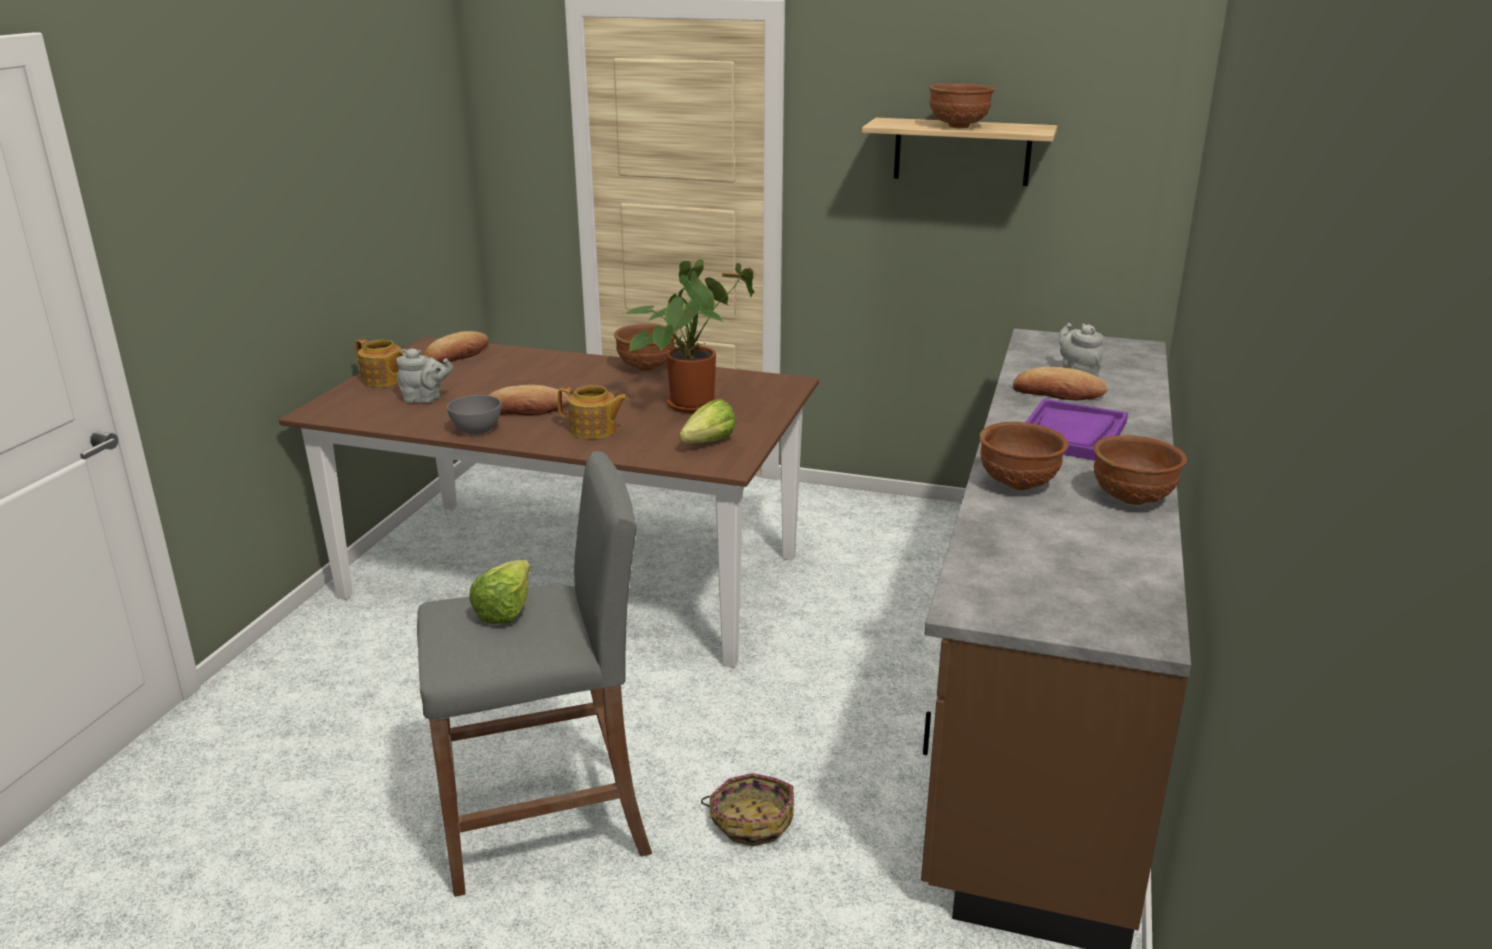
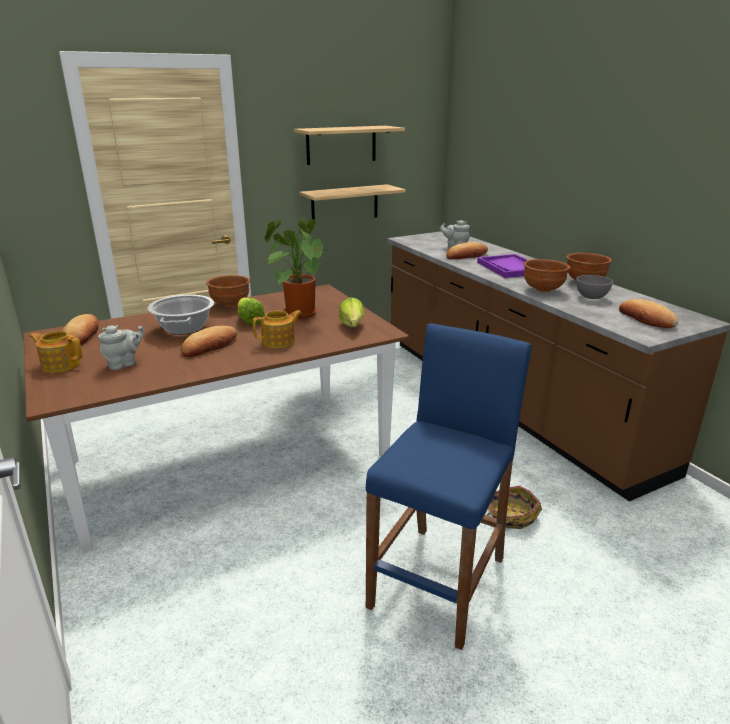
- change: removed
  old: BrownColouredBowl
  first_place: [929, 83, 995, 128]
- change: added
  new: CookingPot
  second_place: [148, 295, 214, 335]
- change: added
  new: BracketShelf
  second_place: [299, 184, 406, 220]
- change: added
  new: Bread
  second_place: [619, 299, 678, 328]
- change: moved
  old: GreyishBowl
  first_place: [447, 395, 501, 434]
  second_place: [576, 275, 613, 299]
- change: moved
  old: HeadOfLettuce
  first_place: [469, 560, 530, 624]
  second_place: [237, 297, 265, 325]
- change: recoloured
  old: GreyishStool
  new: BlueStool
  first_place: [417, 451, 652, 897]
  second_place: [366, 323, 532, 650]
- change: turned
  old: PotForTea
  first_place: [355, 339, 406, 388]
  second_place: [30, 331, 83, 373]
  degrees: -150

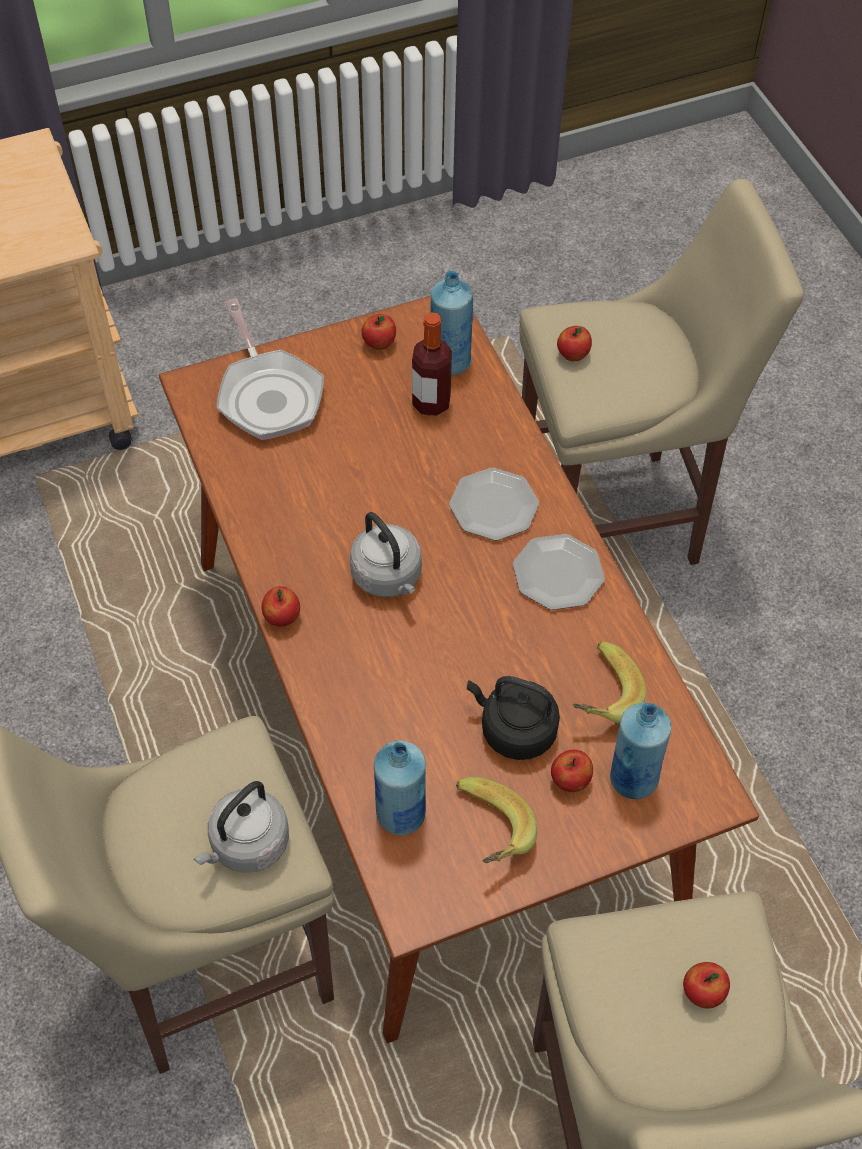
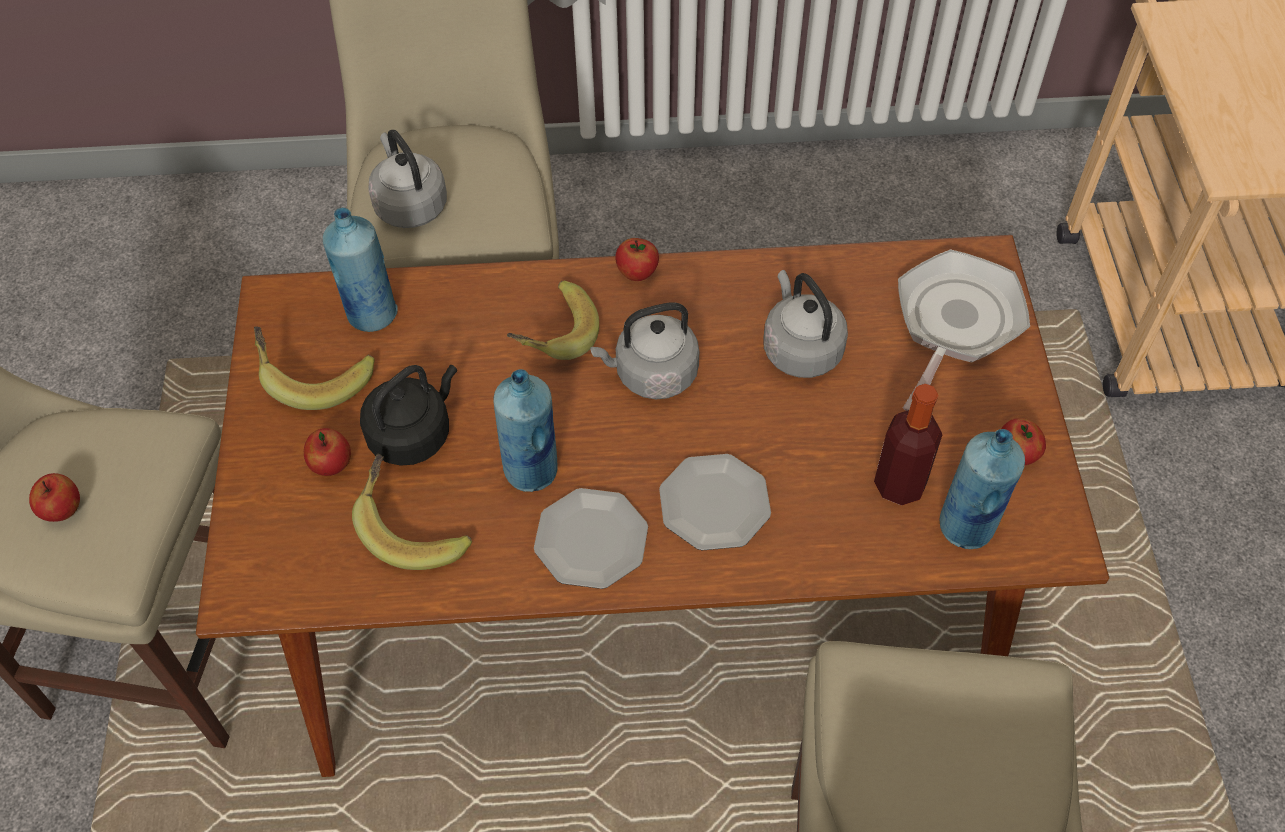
- change: removed
  old: AppleFruit
  first_place: [557, 326, 592, 361]
- change: added
  new: Banana
  second_place: [507, 281, 599, 360]
- change: added
  new: GreyishKettle
  second_place: [763, 270, 848, 378]
- change: moved
  old: BlueBeverageBottle
  first_place: [610, 702, 672, 799]
  second_place: [493, 369, 557, 492]
- change: turned
  old: Pan
  first_place: [216, 299, 324, 440]
  second_place: [898, 249, 1030, 411]
  degrees: 120

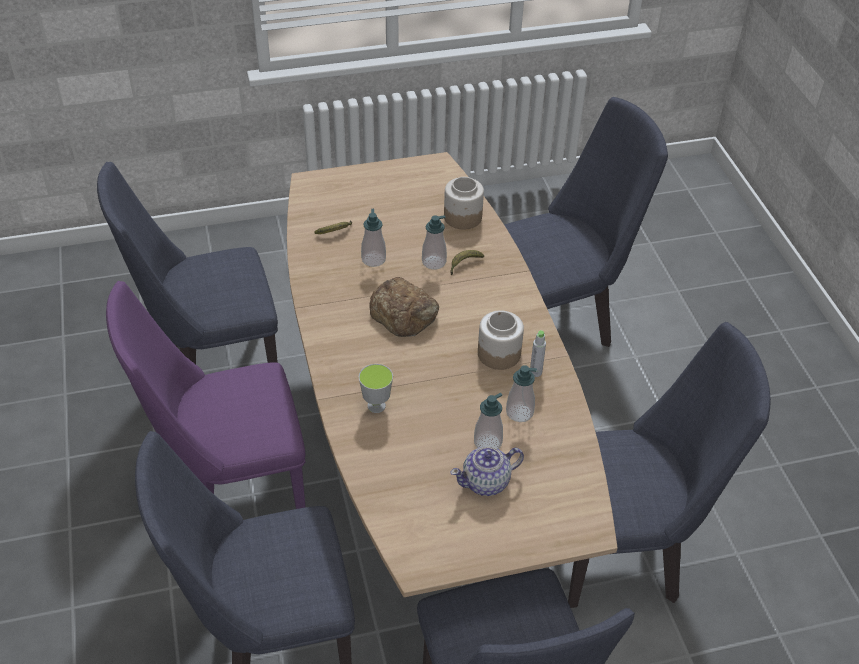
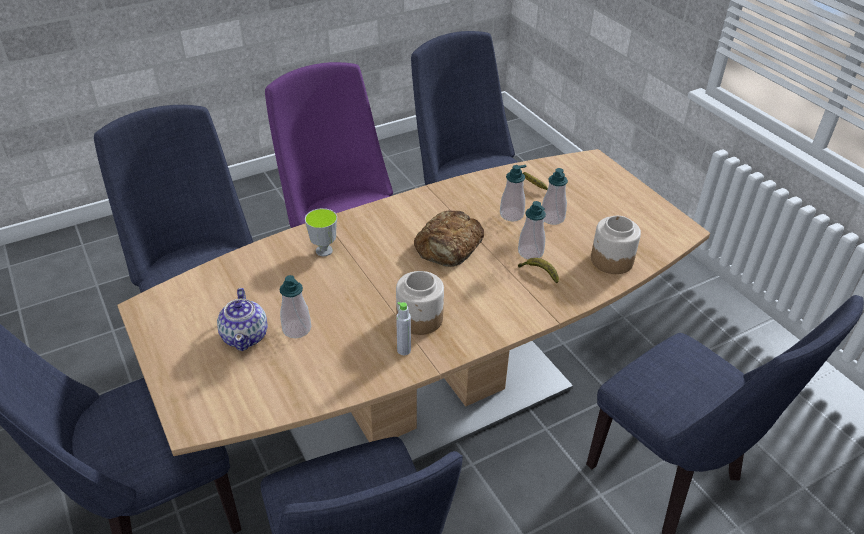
- change: moved
  old: LiquidSoapBottle
  first_place: [506, 365, 537, 422]
  second_place: [542, 168, 568, 225]
- change: turned
  old: PotForTea
  first_place: [450, 446, 524, 496]
  second_place: [217, 288, 268, 351]
  degrees: -150

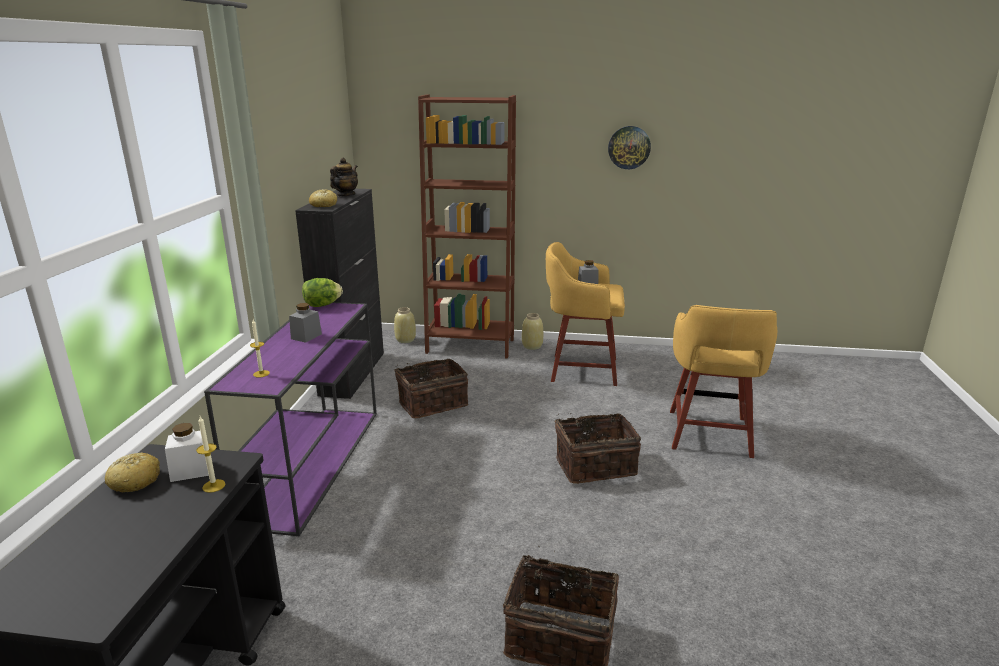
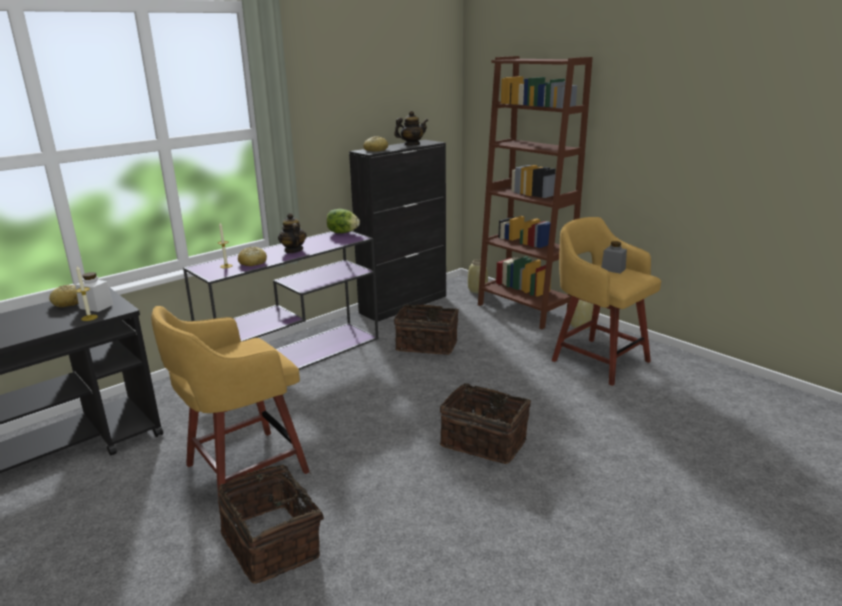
- change: removed
  old: ClockOnTheWall
  first_place: [608, 126, 651, 169]
- change: added
  new: Bread
  second_place: [238, 247, 267, 266]
- change: moved
  old: YellowishStool
  first_place: [670, 305, 777, 458]
  second_place: [151, 306, 310, 496]
- change: replaced
  old: GreyishPreserveJar
  new: PotForTea
  first_place: [289, 303, 322, 343]
  second_place: [278, 213, 307, 253]

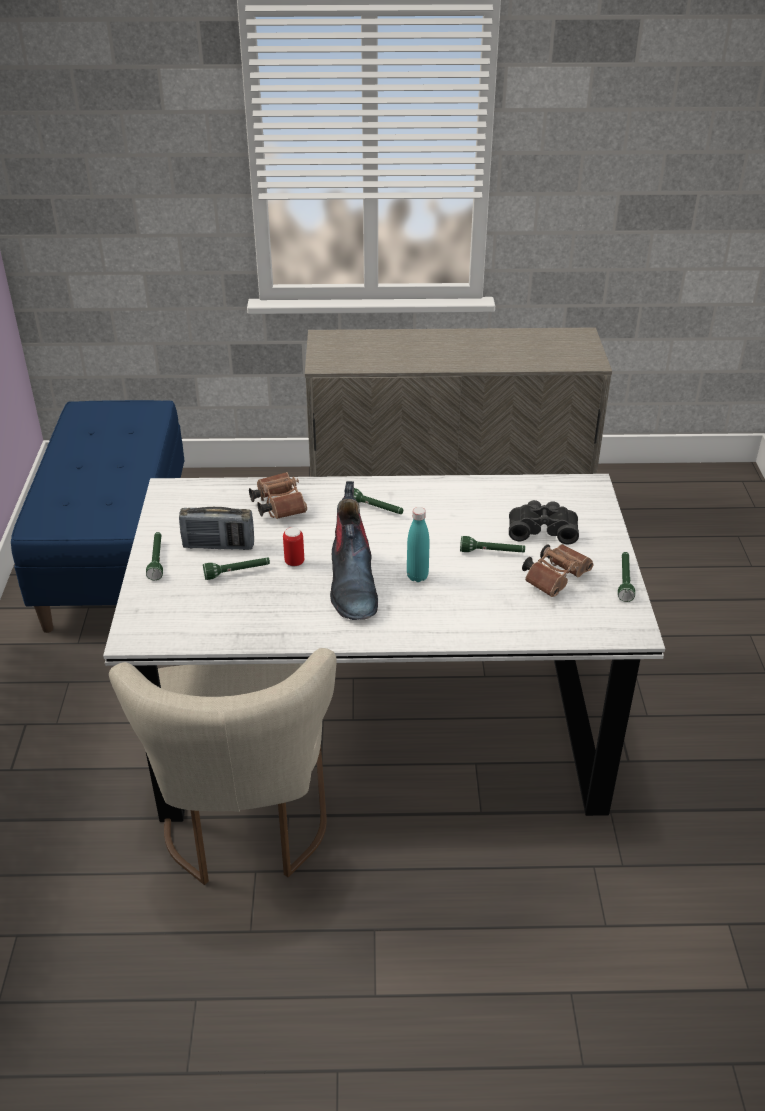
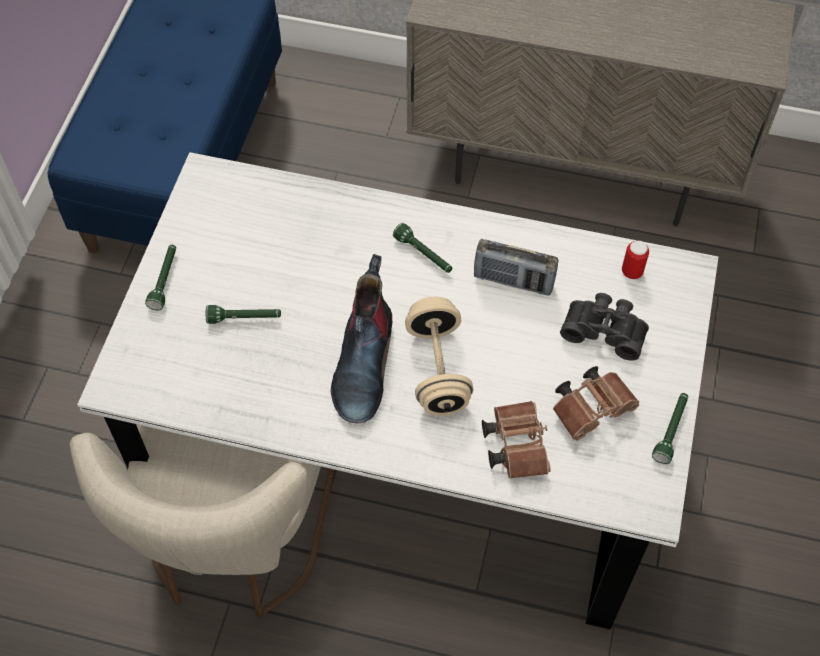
- change: removed
  old: GreenColouredTorch
  first_place: [460, 536, 525, 553]
- change: moved
  old: RadioSet
  first_place: [179, 507, 254, 550]
  second_place: [474, 239, 559, 295]
- change: moved
  old: BrownColouredPairOfBinoculars
  first_place: [249, 472, 307, 519]
  second_place: [482, 401, 551, 479]
- change: moved
  old: MetalCan
  first_place: [283, 527, 304, 566]
  second_place: [622, 240, 649, 279]
- change: replaced
  old: TurquoiseBeverageBottle
  new: SandColouredFreeWeight
  first_place: [407, 507, 429, 582]
  second_place: [405, 297, 473, 416]

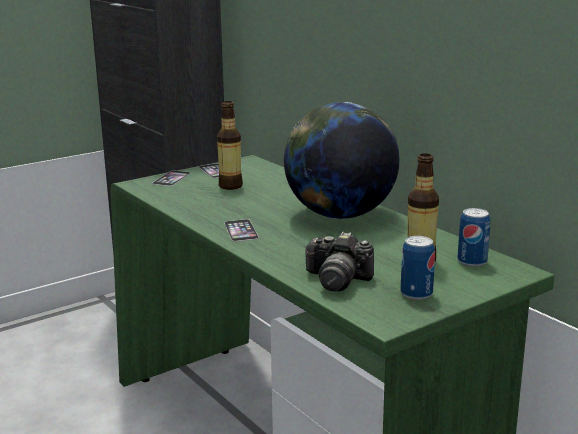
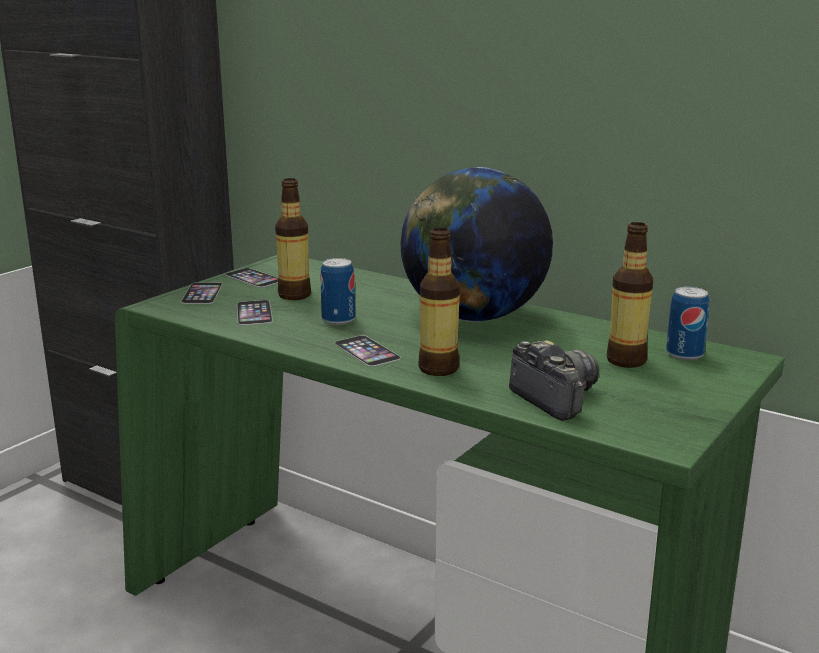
- change: added
  new: Phone
  second_place: [237, 300, 273, 325]
- change: added
  new: BeverageBottle
  second_place: [418, 228, 460, 376]
- change: moved
  old: MetalCan
  first_place: [401, 236, 435, 300]
  second_place: [320, 258, 355, 325]
- change: turned
  old: StillCamera
  first_place: [304, 232, 374, 291]
  second_place: [509, 340, 599, 421]
  degrees: -120

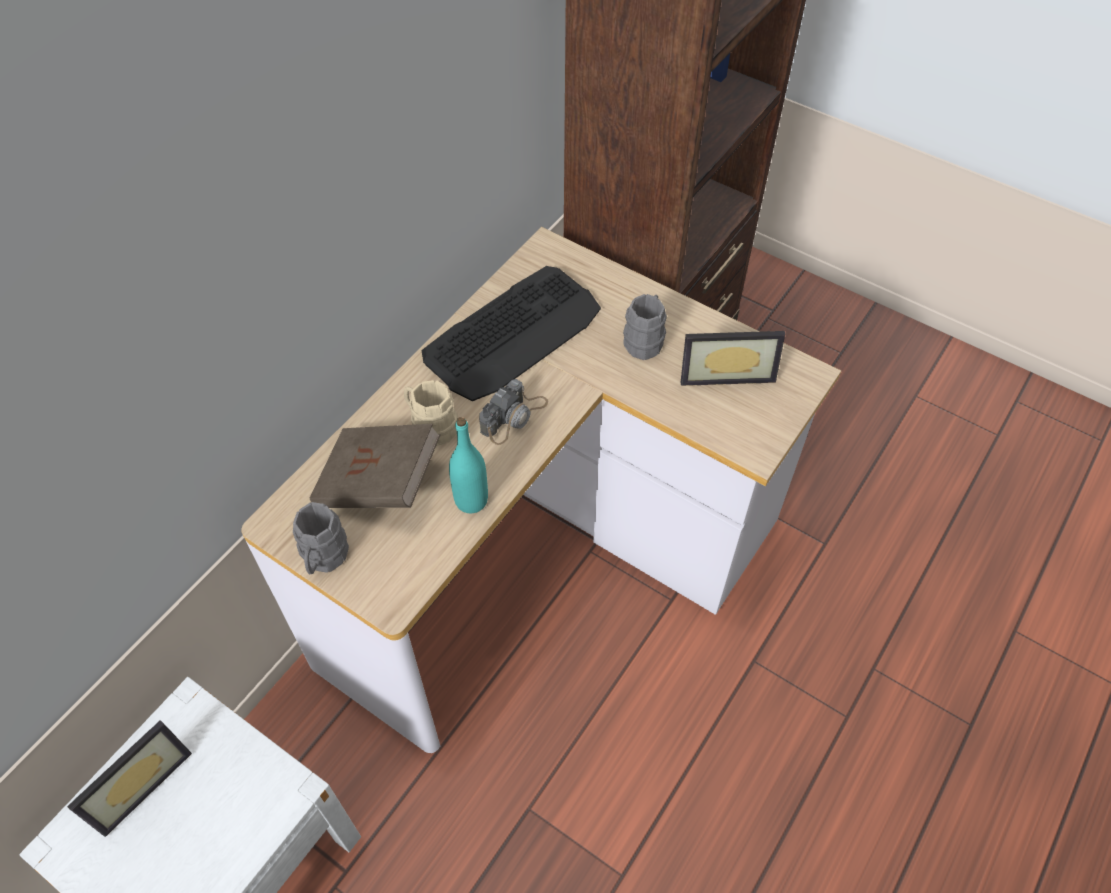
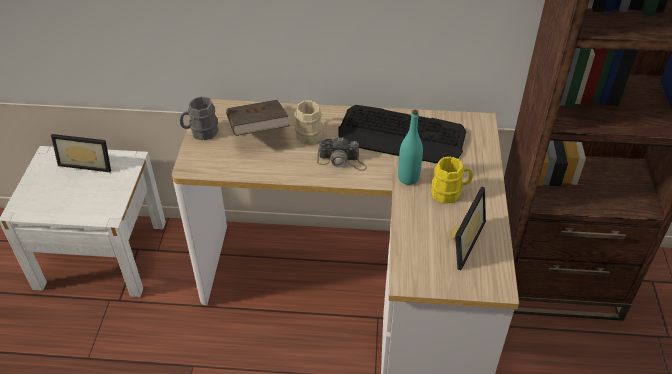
- change: moved
  old: TurquoiseBeverageBottle
  first_place: [449, 417, 488, 513]
  second_place: [398, 110, 423, 185]
- change: recoloured
  old: GreyishTeaMug
  new: YellowishTeaMug
  first_place: [623, 294, 667, 360]
  second_place: [431, 157, 473, 204]
- change: turned
  old: StandingFrame
  first_place: [680, 331, 785, 386]
  second_place: [450, 187, 486, 270]
  degrees: -120

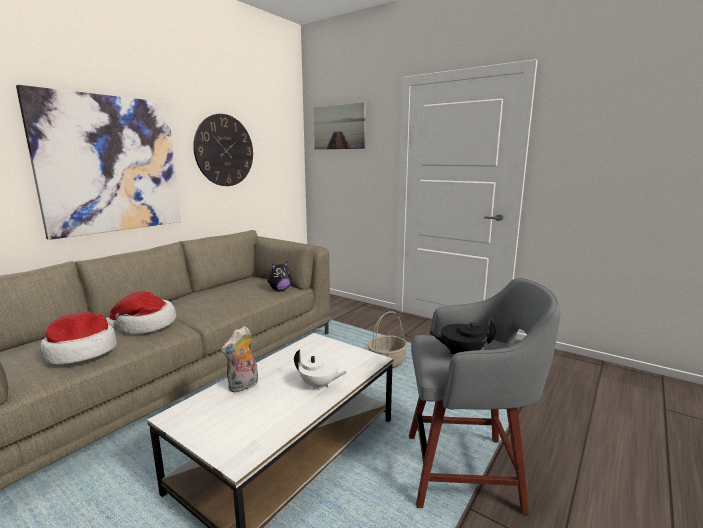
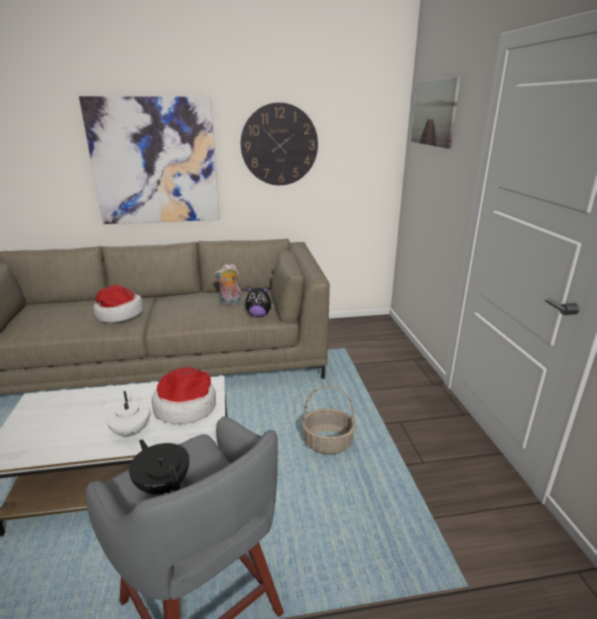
- change: moved
  old: WearableHat
  first_place: [40, 312, 117, 365]
  second_place: [152, 367, 216, 424]
- change: moved
  old: SoftToy
  first_place: [221, 326, 258, 393]
  second_place: [214, 264, 243, 306]

